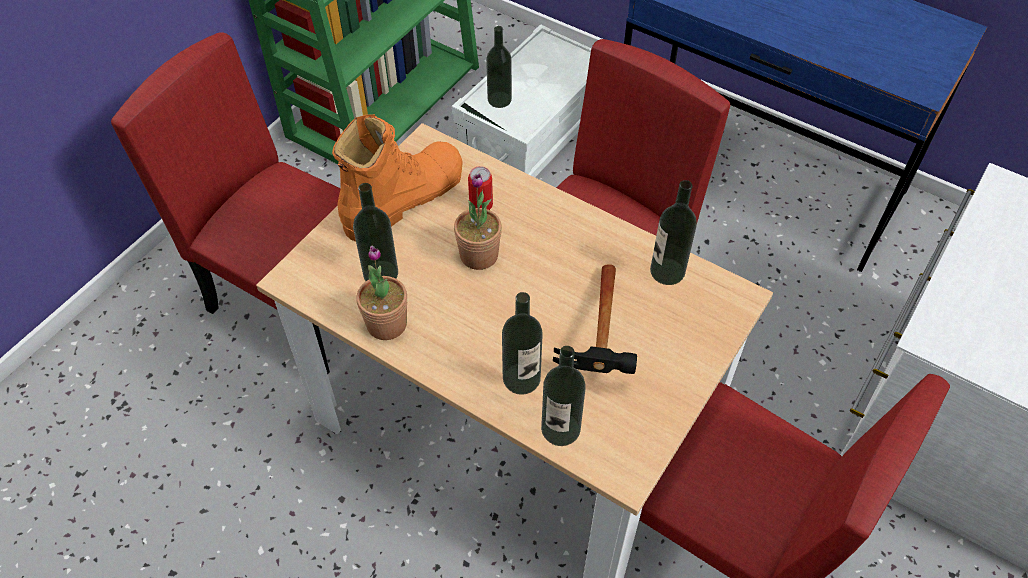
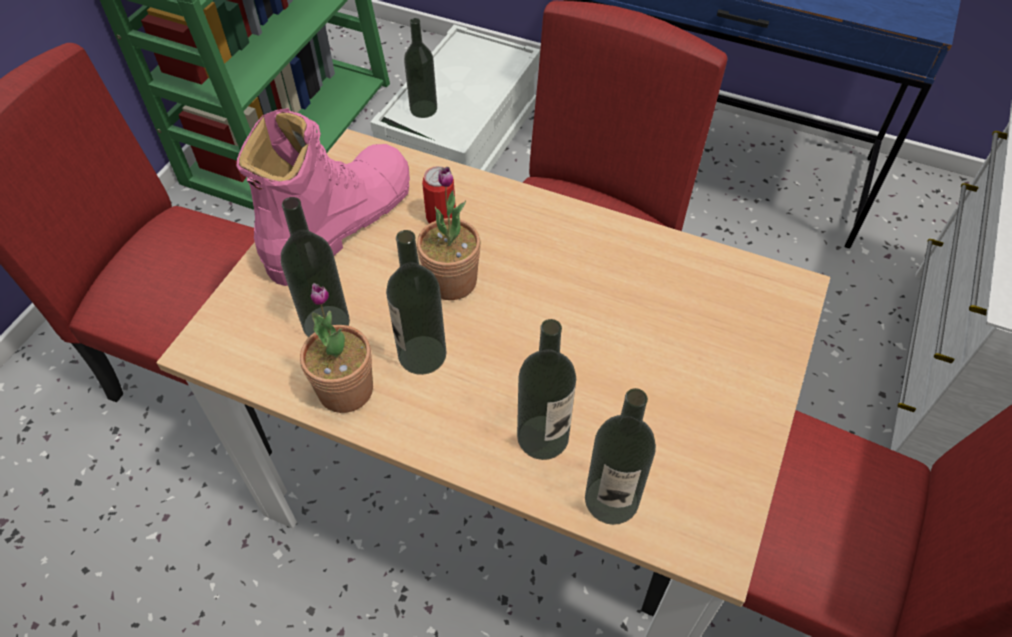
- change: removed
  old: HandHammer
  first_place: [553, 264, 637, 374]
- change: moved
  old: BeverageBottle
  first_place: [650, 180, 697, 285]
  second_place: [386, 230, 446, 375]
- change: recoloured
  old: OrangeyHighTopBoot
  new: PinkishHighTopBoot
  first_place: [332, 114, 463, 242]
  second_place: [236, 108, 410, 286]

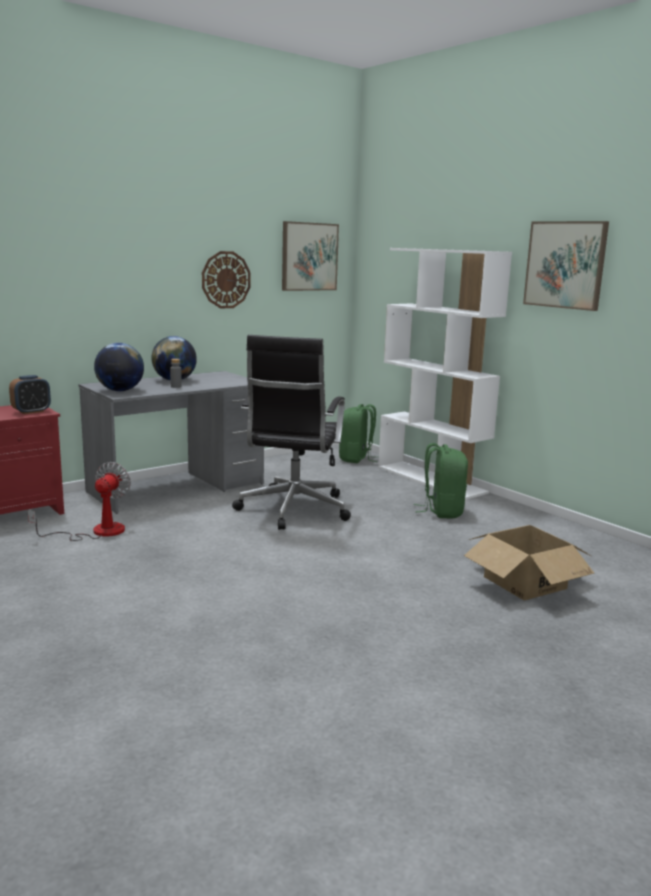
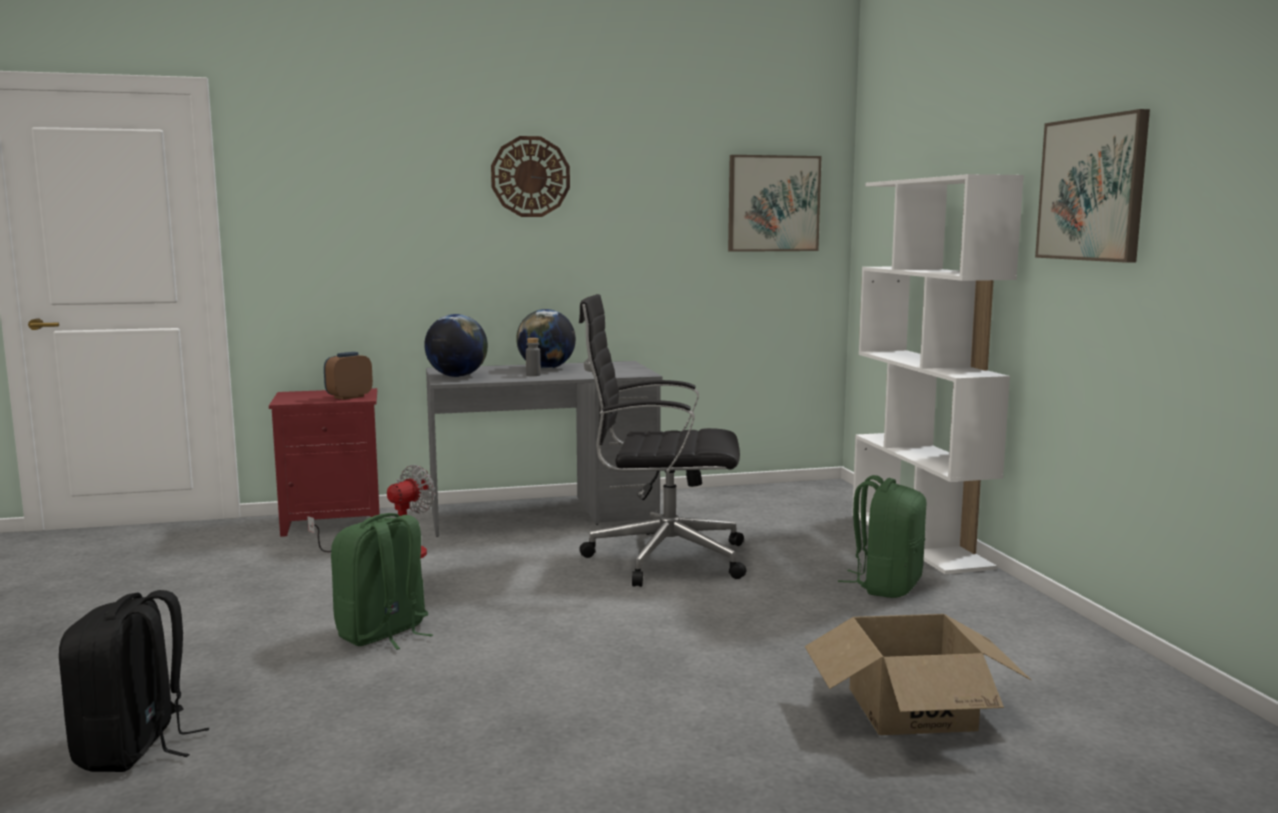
- change: added
  new: BlackColouredKnapsack
  second_place: [59, 590, 209, 772]
- change: moved
  old: ClockOnTheWall
  first_place: [202, 251, 251, 308]
  second_place: [491, 136, 570, 217]
- change: moved
  old: GreenColouredKnapsack
  first_place: [339, 404, 377, 463]
  second_place: [331, 513, 433, 650]
- change: turned
  old: TableClock
  first_place: [9, 375, 51, 414]
  second_place: [324, 352, 373, 400]
  degrees: 150
- change: turned
  old: BlackColouredComputerChair
  first_place: [232, 335, 351, 530]
  second_place: [579, 294, 747, 587]
  degrees: 60

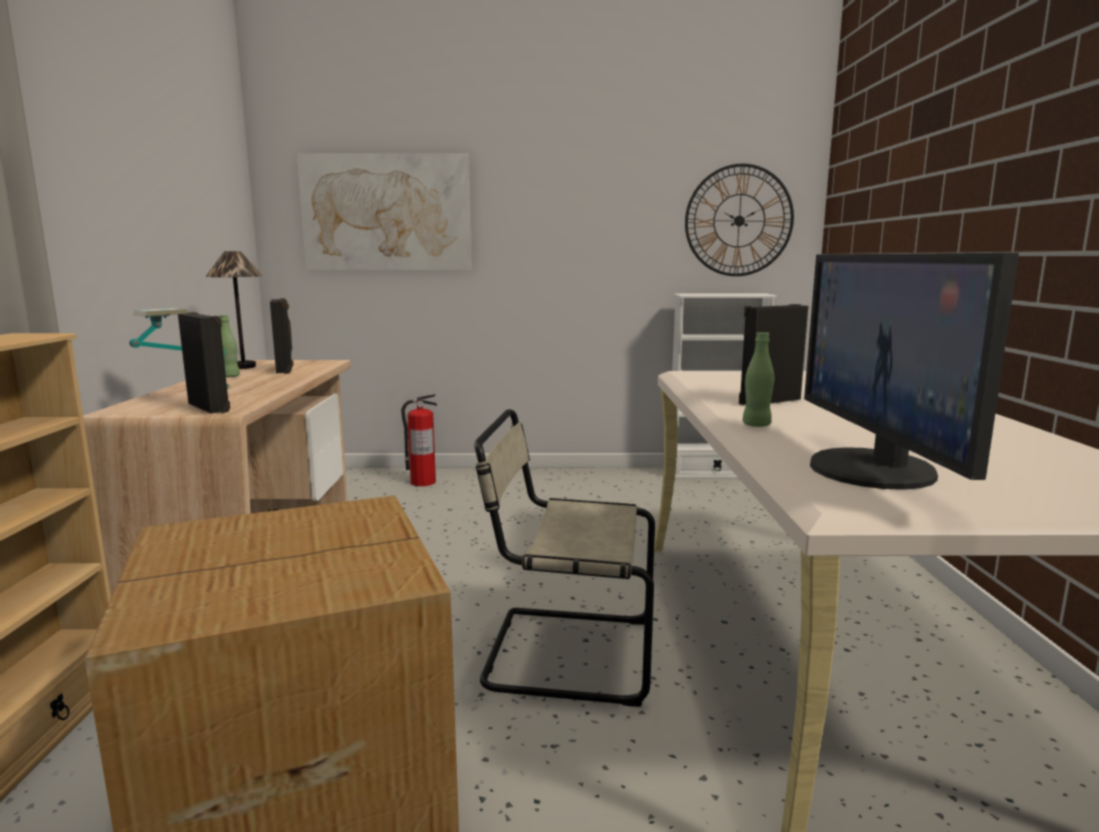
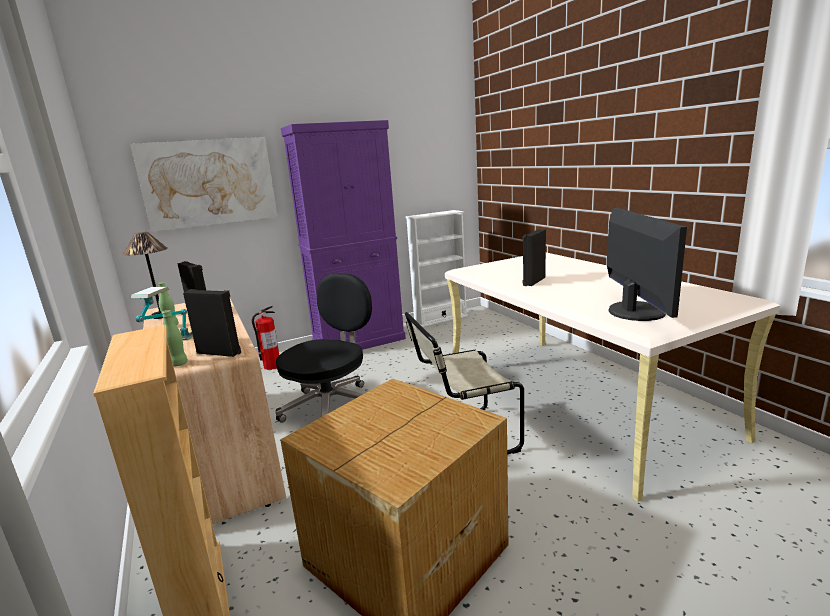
- change: removed
  old: ClockOnTheWall
  first_place: [685, 163, 794, 276]
- change: added
  new: BlackColouredComputerChair
  second_place: [275, 273, 372, 423]
- change: added
  new: PurpleColouredStorageCabinet
  second_place: [281, 120, 406, 350]
- change: moved
  old: GreenColouredBeverageBottle
  first_place: [742, 332, 774, 427]
  second_place: [162, 310, 188, 367]
- change: turned
  old: Monitor
  first_place: [804, 253, 1019, 490]
  second_place: [607, 208, 687, 321]
  degrees: -150

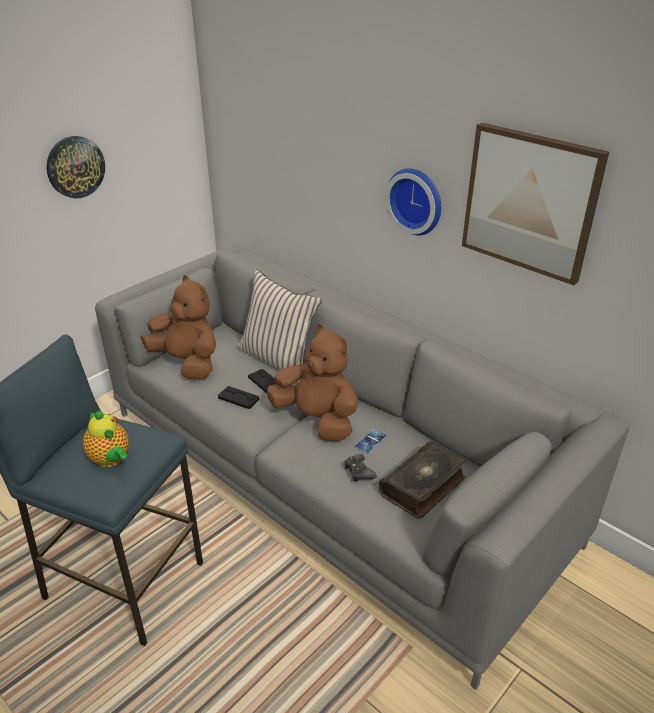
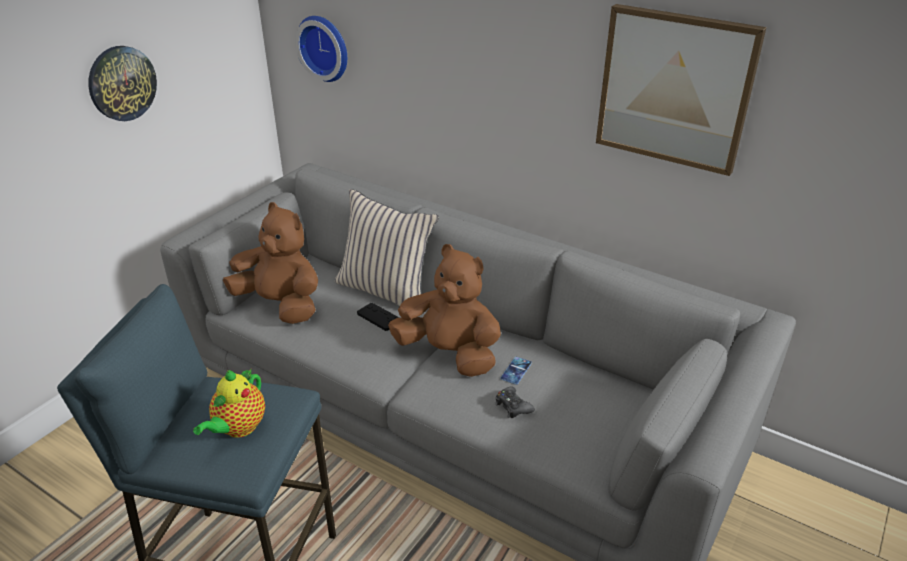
- change: removed
  old: BlackColouredGameController
  first_place: [218, 386, 259, 409]
- change: removed
  old: BoundBook
  first_place: [379, 441, 468, 519]
- change: moved
  old: ClockOnTheWall
  first_place: [385, 168, 441, 236]
  second_place: [295, 16, 347, 82]
- change: turned
  old: PotForTea
  first_place: [83, 411, 129, 467]
  second_place: [193, 369, 265, 438]
  degrees: 75

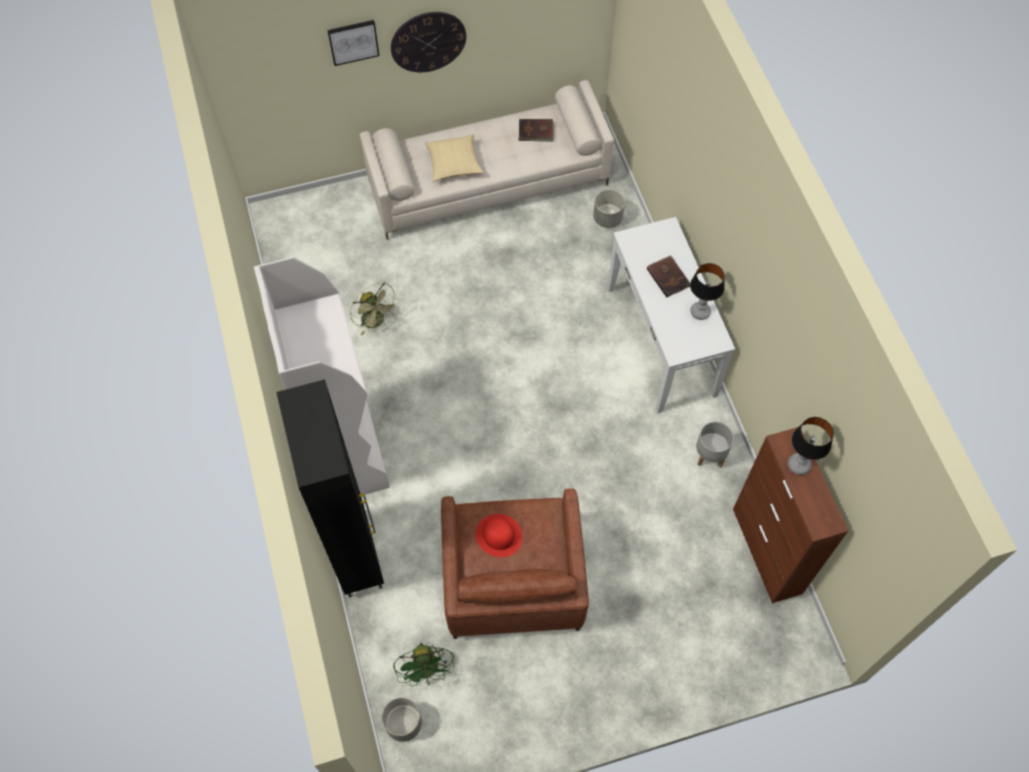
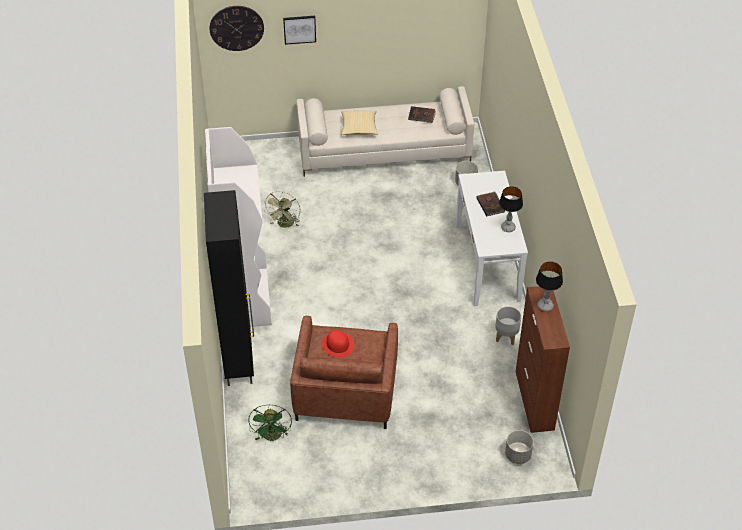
- change: moved
  old: GreyishFlowerPot
  first_place: [382, 697, 422, 742]
  second_place: [505, 430, 534, 464]
- change: moved
  old: ClockOnTheWall
  first_place: [391, 12, 466, 72]
  second_place: [210, 6, 264, 51]
- change: turned
  old: GreenColouredFan
  first_place: [350, 282, 399, 336]
  second_place: [264, 191, 300, 228]
  degrees: 45

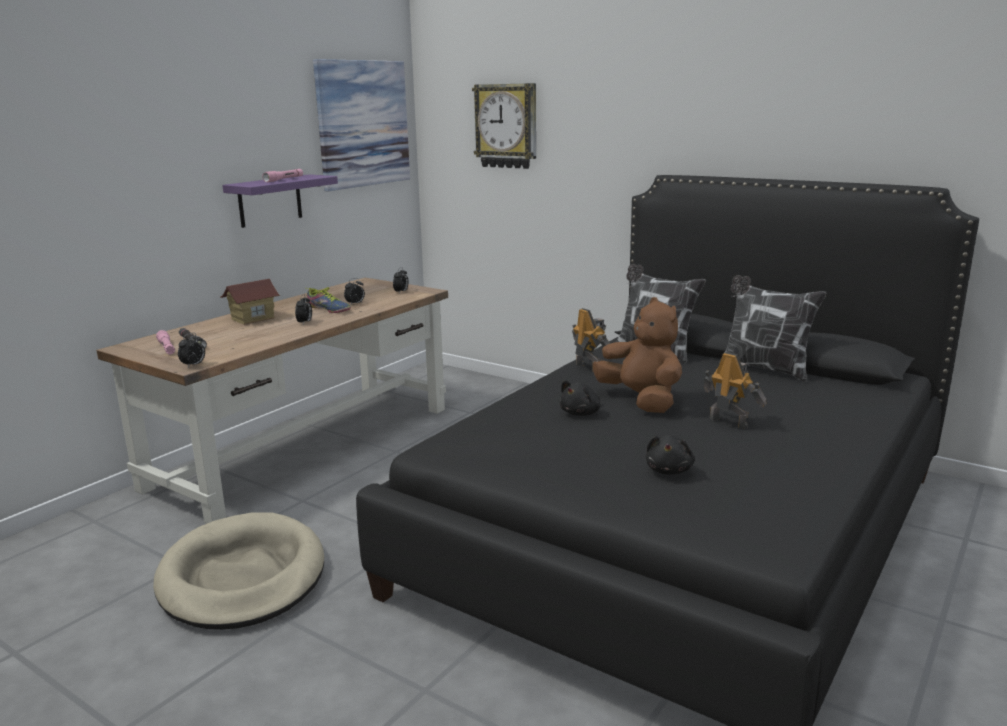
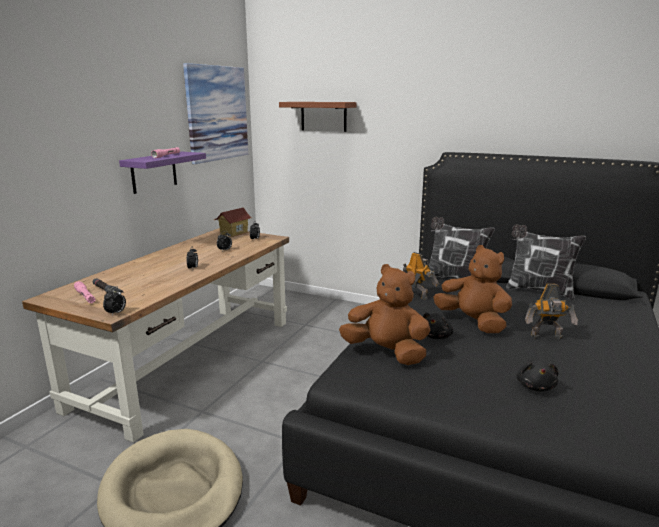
- change: removed
  old: ItemOfFootwear
  first_place: [307, 287, 351, 313]
- change: added
  new: BrownColouredSoftToy
  second_place: [339, 264, 430, 365]
- change: moved
  old: ModelHouse
  first_place: [220, 279, 280, 325]
  second_place: [213, 208, 252, 237]
- change: replaced
  old: ClockOnTheWall
  new: BrownColouredBracketShelf
  first_place: [472, 83, 536, 169]
  second_place: [279, 102, 357, 132]
- change: turned
  old: RobotFigure
  first_place: [703, 352, 766, 428]
  second_place: [525, 284, 578, 339]
  degrees: 150

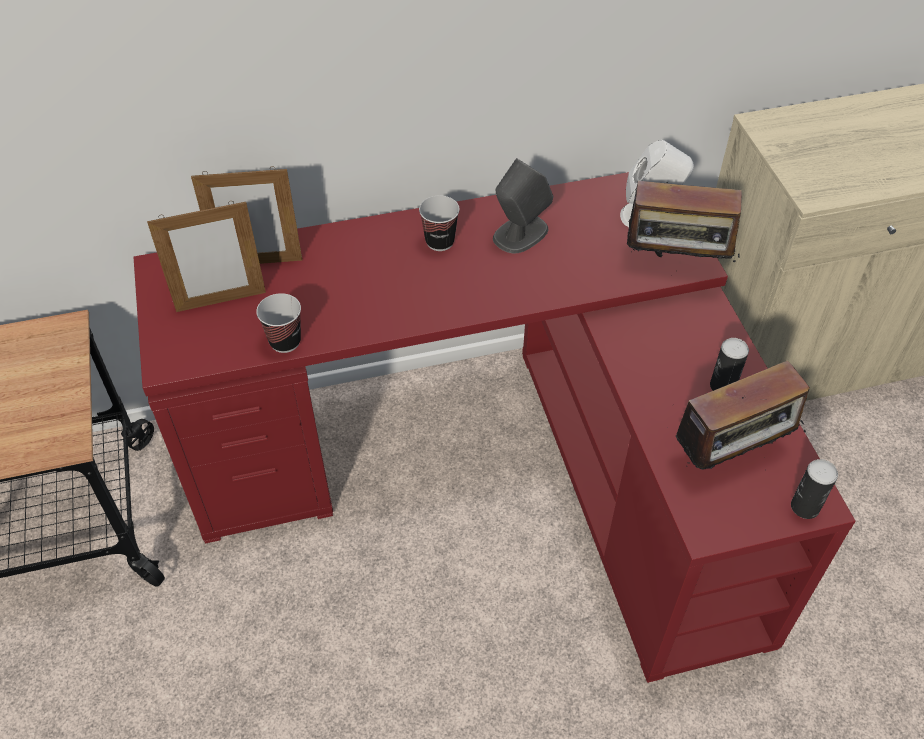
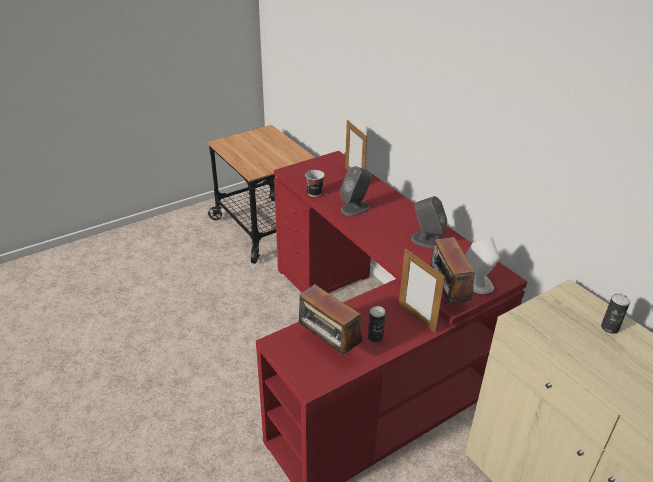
- change: removed
  old: Cup
  first_place: [419, 195, 460, 251]
- change: added
  new: GreyishSpeaker
  second_place: [340, 166, 372, 216]
- change: moved
  old: StandingFrame
  first_place: [147, 201, 266, 312]
  second_place: [399, 248, 445, 333]
- change: moved
  old: MetalCan
  first_place: [791, 459, 838, 519]
  second_place: [601, 293, 630, 334]

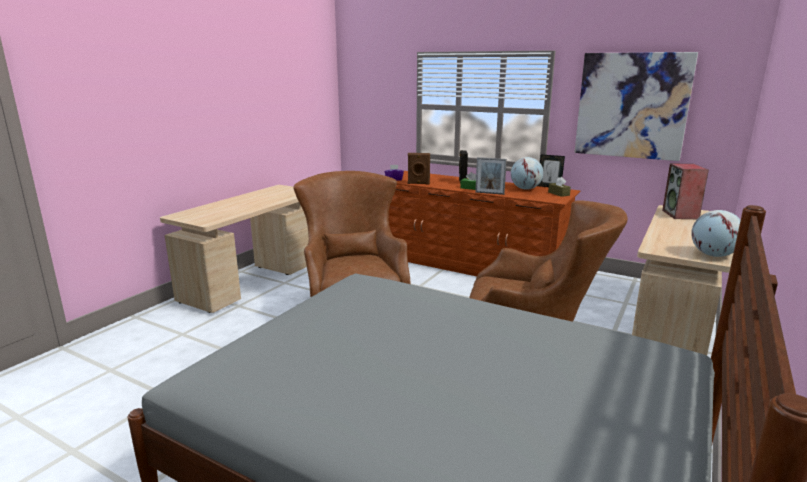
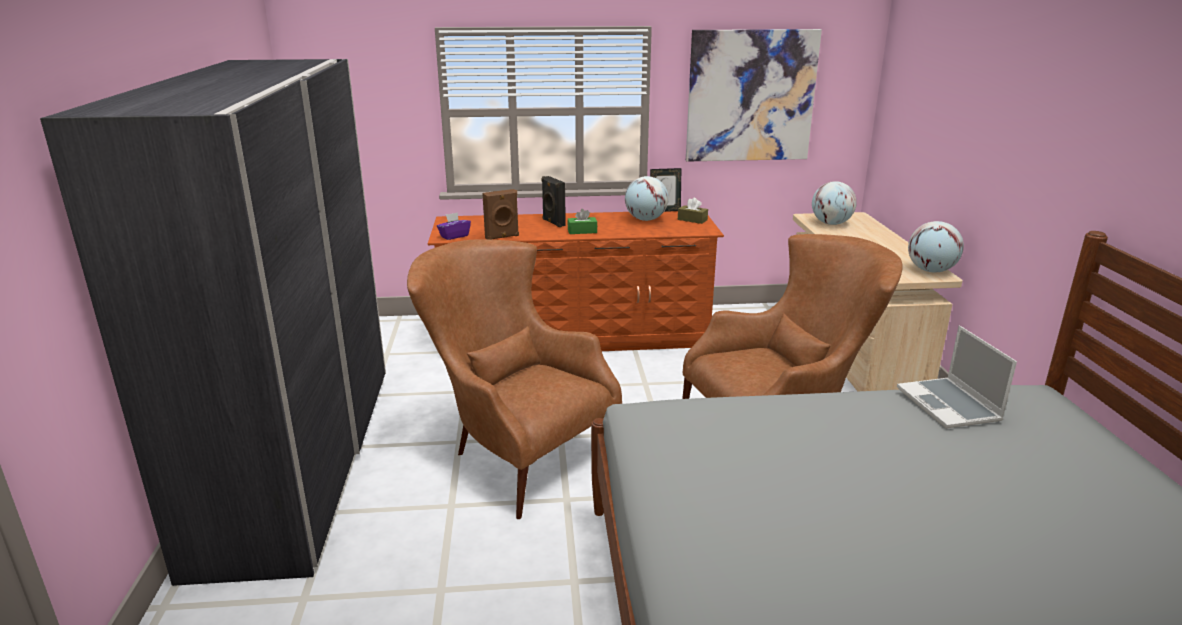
- change: removed
  old: StandingFrame
  first_place: [475, 157, 507, 195]
- change: added
  new: NotebookComputer
  second_place: [897, 325, 1017, 428]
- change: replaced
  old: SandColouredDeskTable
  new: GreyishClothesCupboard
  first_place: [160, 185, 309, 313]
  second_place: [40, 59, 386, 586]
- change: replaced
  old: Speaker
  new: WorldGlobe
  first_place: [662, 164, 709, 219]
  second_place: [812, 181, 857, 225]

